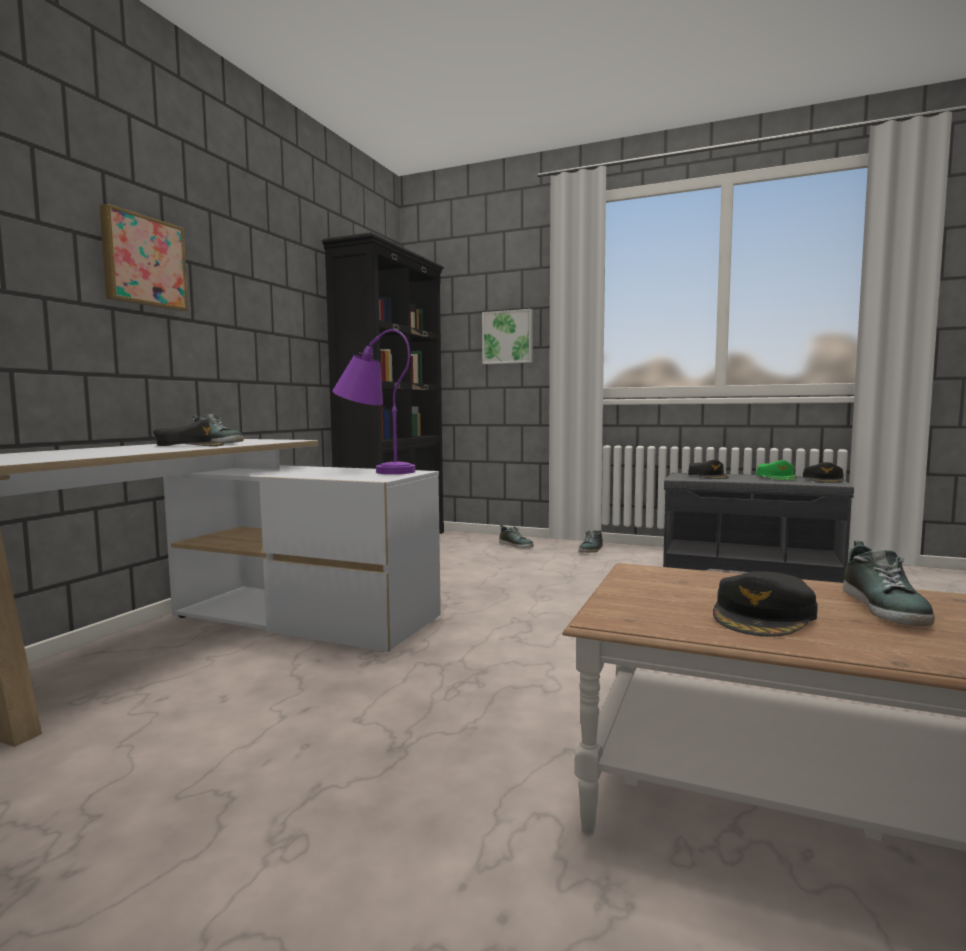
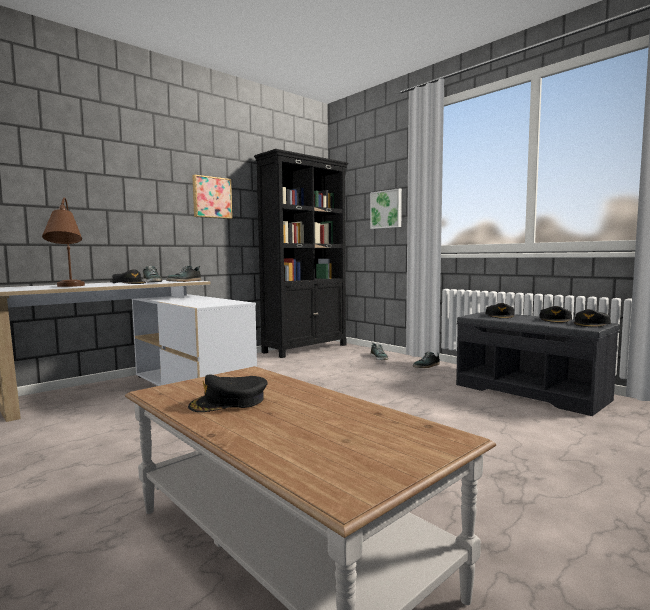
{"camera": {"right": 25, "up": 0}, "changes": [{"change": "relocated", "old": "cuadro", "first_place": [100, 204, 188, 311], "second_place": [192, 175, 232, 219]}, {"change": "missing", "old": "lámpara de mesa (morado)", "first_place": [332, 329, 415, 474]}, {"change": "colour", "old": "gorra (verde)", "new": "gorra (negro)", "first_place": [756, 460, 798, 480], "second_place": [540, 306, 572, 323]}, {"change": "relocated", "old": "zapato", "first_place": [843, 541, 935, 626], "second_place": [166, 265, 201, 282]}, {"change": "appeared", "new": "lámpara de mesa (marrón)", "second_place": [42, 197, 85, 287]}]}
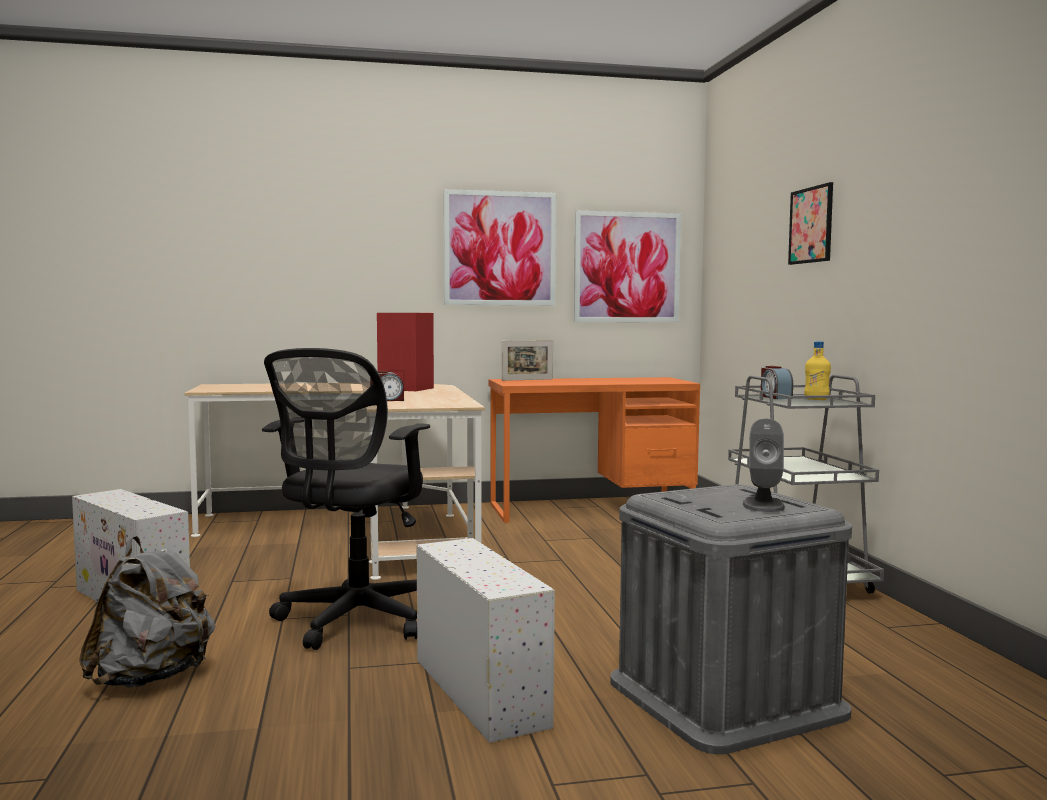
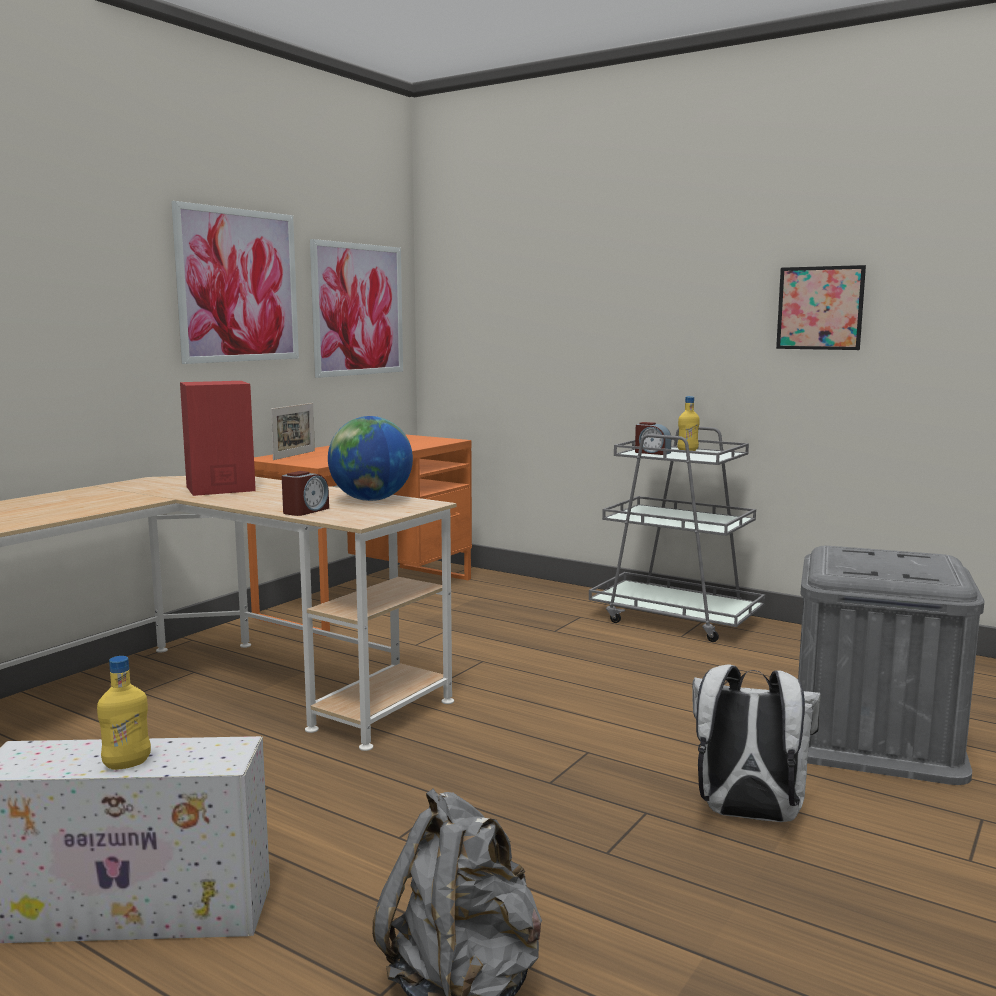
{"camera": {"right": -45, "up": 5}, "changes": [{"change": "missing", "old": "silla de oficina (negro)", "first_place": [262, 348, 430, 650]}, {"change": "exchanged", "old": "caja de almacenaje (blanco)", "new": "mochila (blanco)", "first_place": [416, 538, 555, 743], "second_place": [692, 664, 821, 822]}, {"change": "missing", "old": "altavoz (gris)", "first_place": [743, 419, 785, 512]}, {"change": "relocated", "old": "cuadro", "first_place": [788, 182, 833, 265], "second_place": [776, 265, 866, 350]}, {"change": "appeared", "new": "botella (amarillo)", "second_place": [97, 656, 151, 770]}, {"change": "appeared", "new": "globo terráqueo", "second_place": [328, 416, 413, 501]}]}
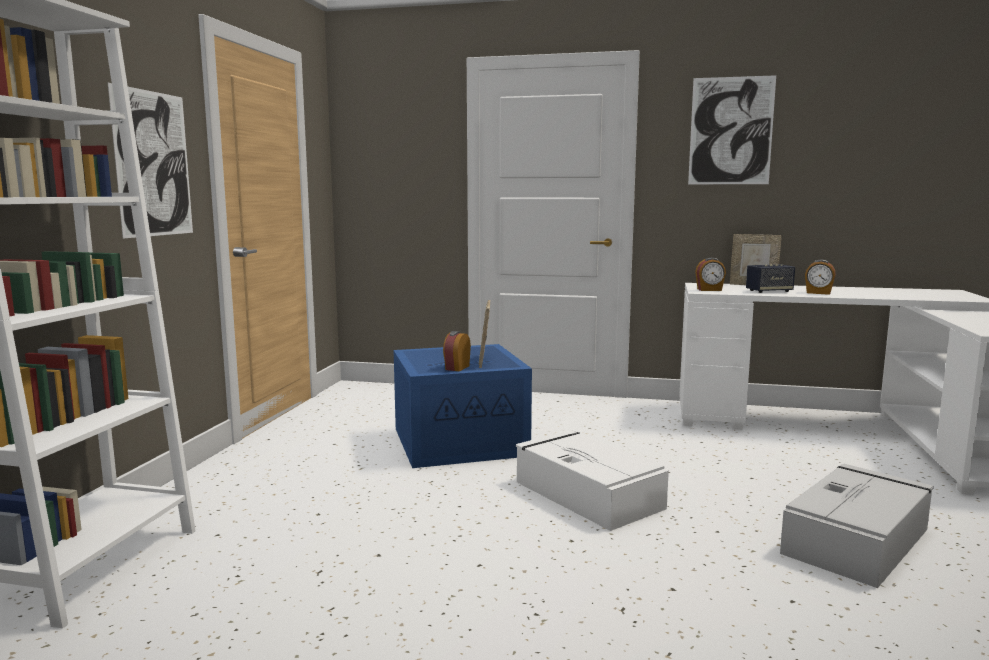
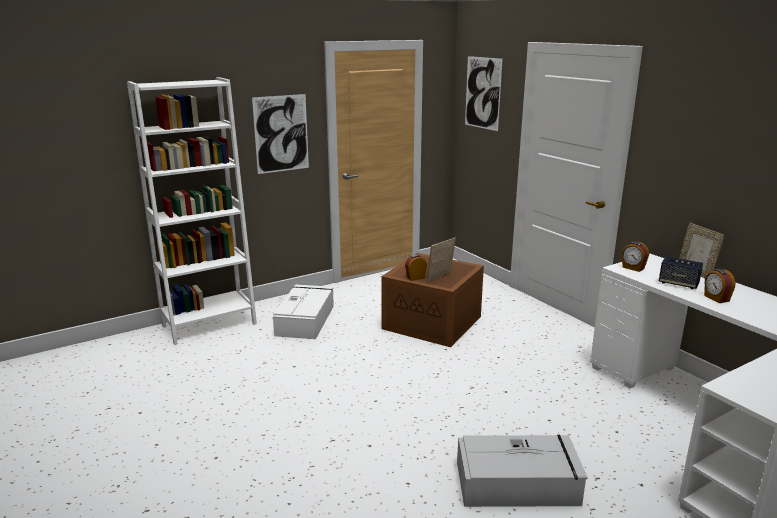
{"camera": {"right": 45, "up": 10}, "changes": [{"change": "colour", "old": "caja de almacenaje (azul)", "new": "caja de almacenaje (marrón)", "first_place": [394, 344, 532, 468], "second_place": [381, 253, 484, 347]}, {"change": "relocated", "old": "caja de almacenaje (blanco)", "first_place": [516, 430, 669, 531], "second_place": [273, 285, 334, 339]}, {"change": "relocated", "old": "cuadro", "first_place": [688, 75, 776, 184], "second_place": [465, 56, 503, 131]}]}
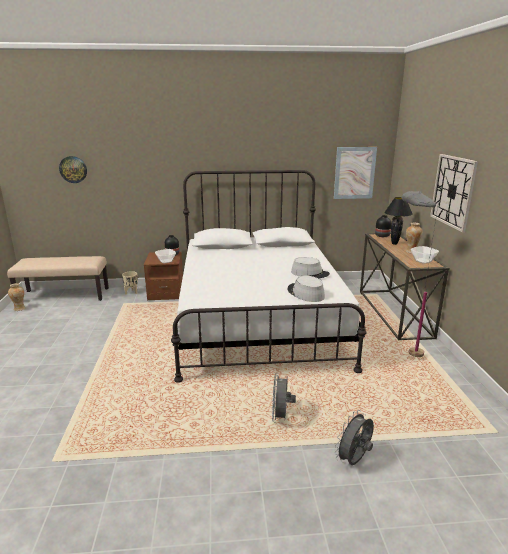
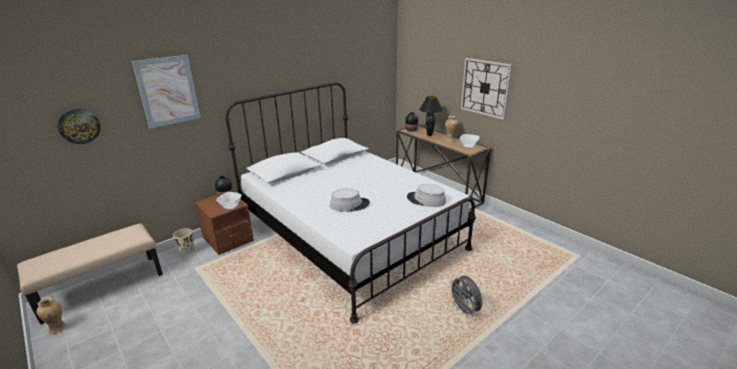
{"camera": {"right": -35, "up": 5}, "changes": [{"change": "relocated", "old": "sombrero (gris)", "first_place": [291, 257, 330, 279], "second_place": [330, 188, 370, 212]}, {"change": "relocated", "old": "cuadro", "first_place": [334, 147, 377, 199], "second_place": [132, 55, 201, 128]}, {"change": "missing", "old": "ventilador (gris)", "first_place": [334, 410, 374, 465]}, {"change": "missing", "old": "lámpara de pie (gris)", "first_place": [402, 191, 439, 357]}]}
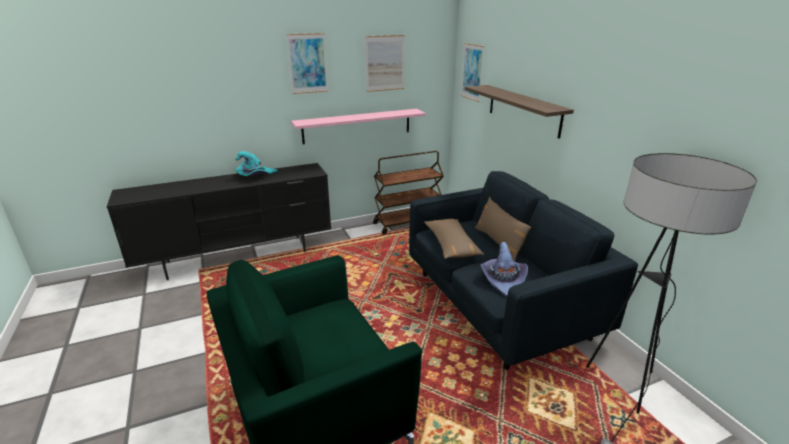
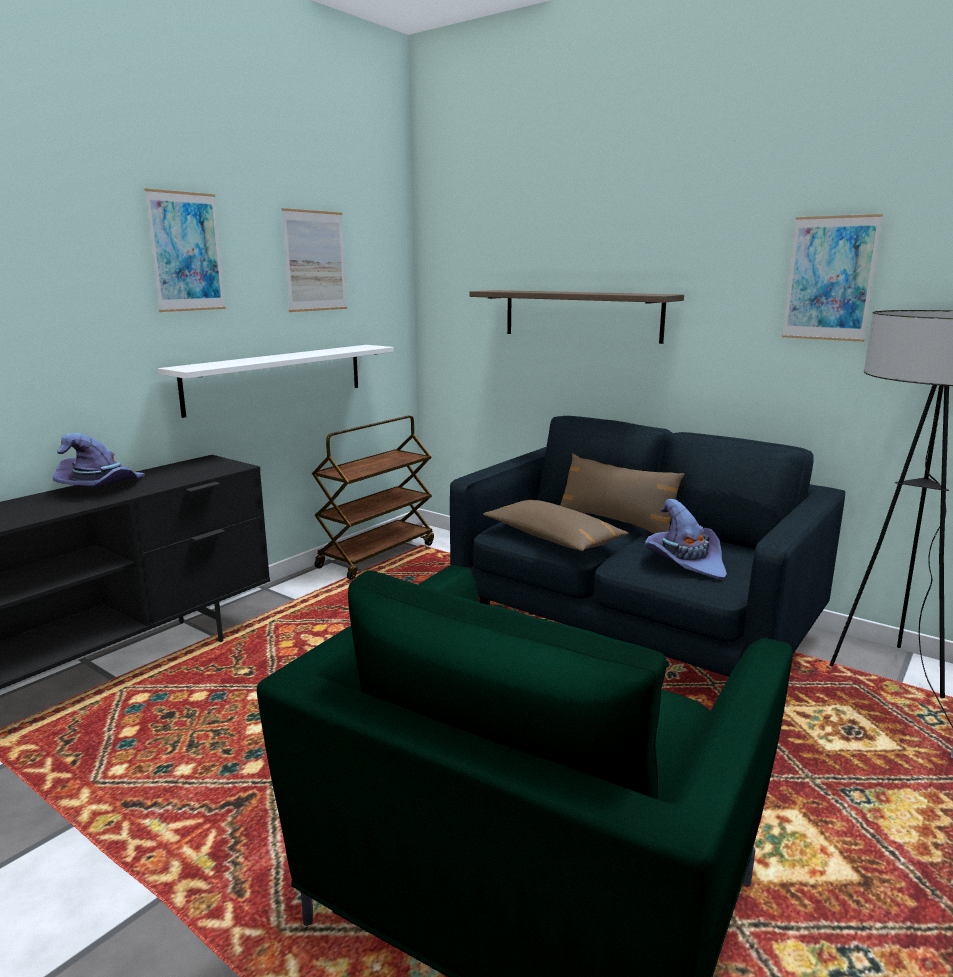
{"camera": {"right": -30, "up": -10}, "changes": [{"change": "colour", "old": "sombrero (turquesa)", "new": "sombrero (morado)", "first_place": [235, 151, 278, 176], "second_place": [52, 433, 145, 486]}, {"change": "colour", "old": "estante (rosa)", "new": "estante (blanco)", "first_place": [291, 109, 426, 144], "second_place": [158, 345, 394, 418]}, {"change": "relocated", "old": "cuadro", "first_place": [461, 43, 484, 102], "second_place": [782, 214, 883, 342]}]}
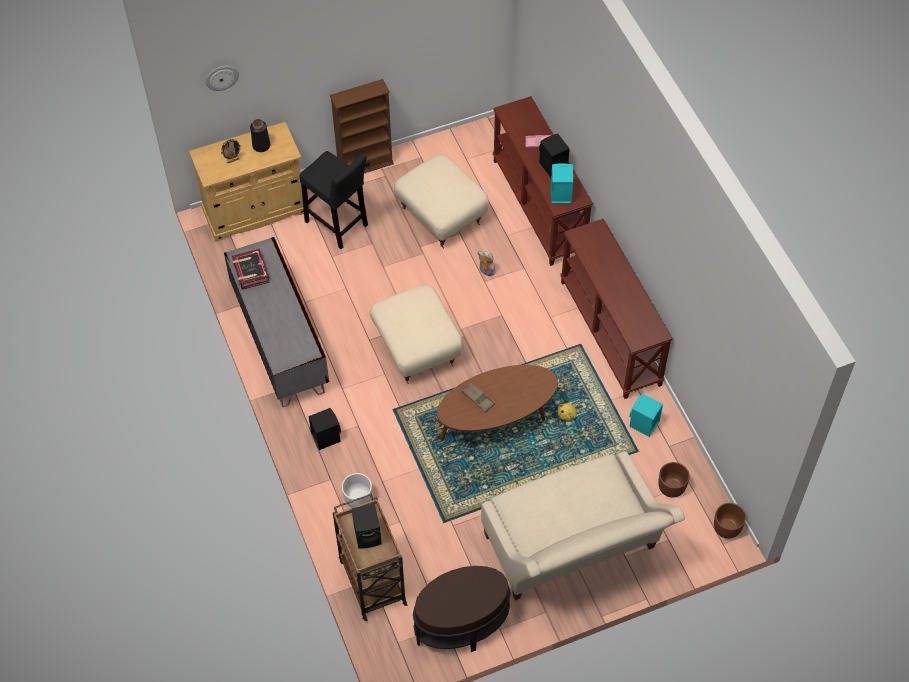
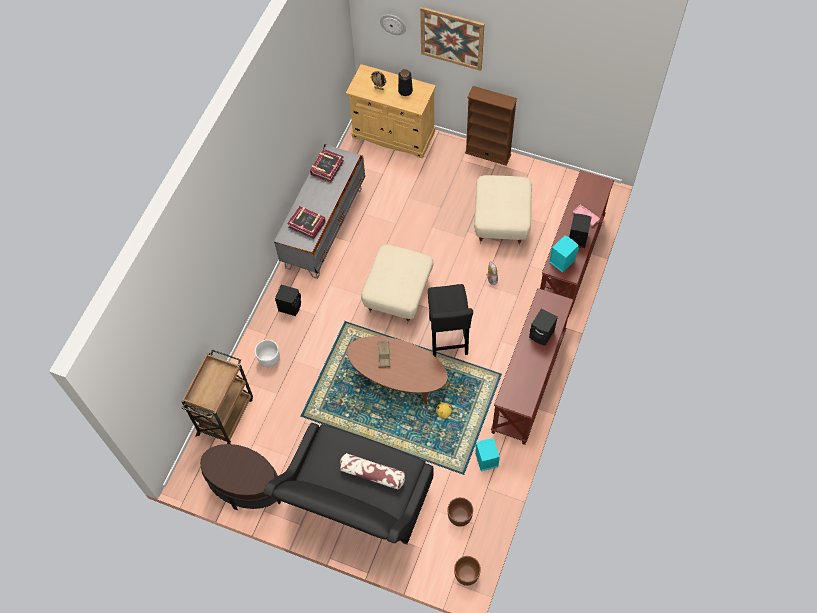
{"camera": {"right": 45, "up": 5}, "changes": [{"change": "relocated", "old": "taburete (negro)", "first_place": [299, 151, 368, 249], "second_place": [428, 284, 473, 357]}, {"change": "relocated", "old": "altavoz (negro)", "first_place": [352, 504, 381, 549], "second_place": [529, 308, 558, 346]}, {"change": "colour", "old": "sofá (beis)", "new": "sofá (negro)", "first_place": [481, 451, 685, 600], "second_place": [263, 423, 434, 545]}, {"change": "appeared", "new": "libro", "second_place": [287, 206, 326, 239]}, {"change": "appeared", "new": "cojín", "second_place": [339, 453, 405, 490]}, {"change": "appeared", "new": "cuadro", "second_place": [420, 7, 485, 71]}]}
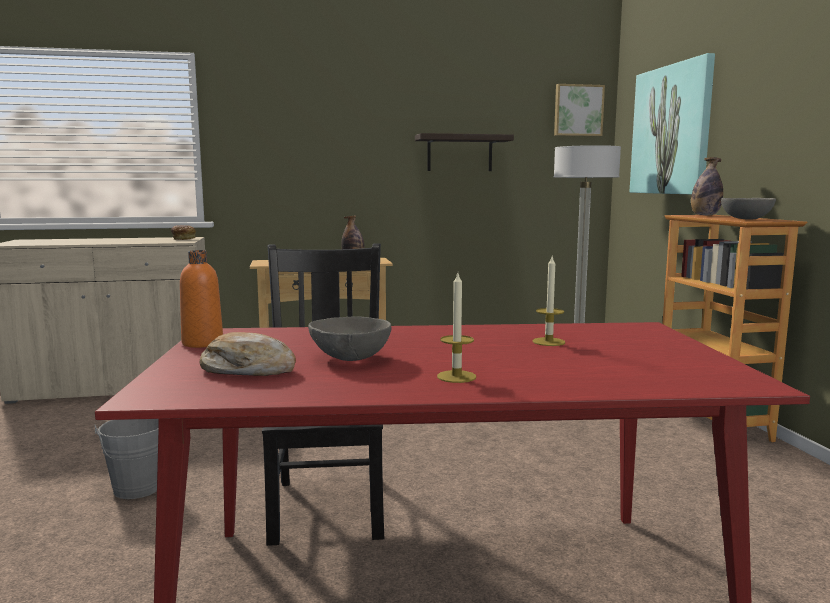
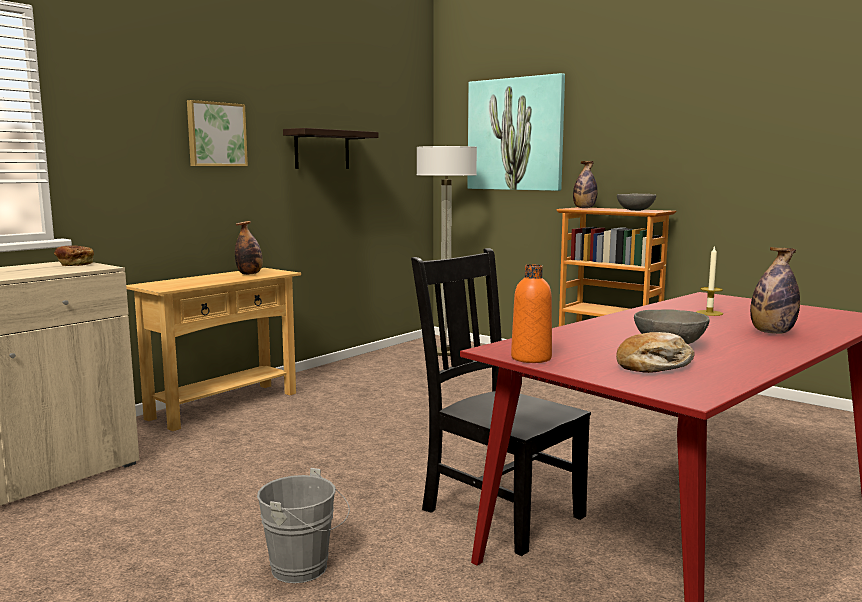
{"camera": {"right": -40, "up": 0}, "changes": [{"change": "missing", "old": "vela", "first_place": [437, 273, 476, 383]}, {"change": "relocated", "old": "cuadro", "first_place": [554, 84, 605, 136], "second_place": [187, 100, 248, 166]}, {"change": "appeared", "new": "botella", "second_place": [750, 247, 800, 334]}]}
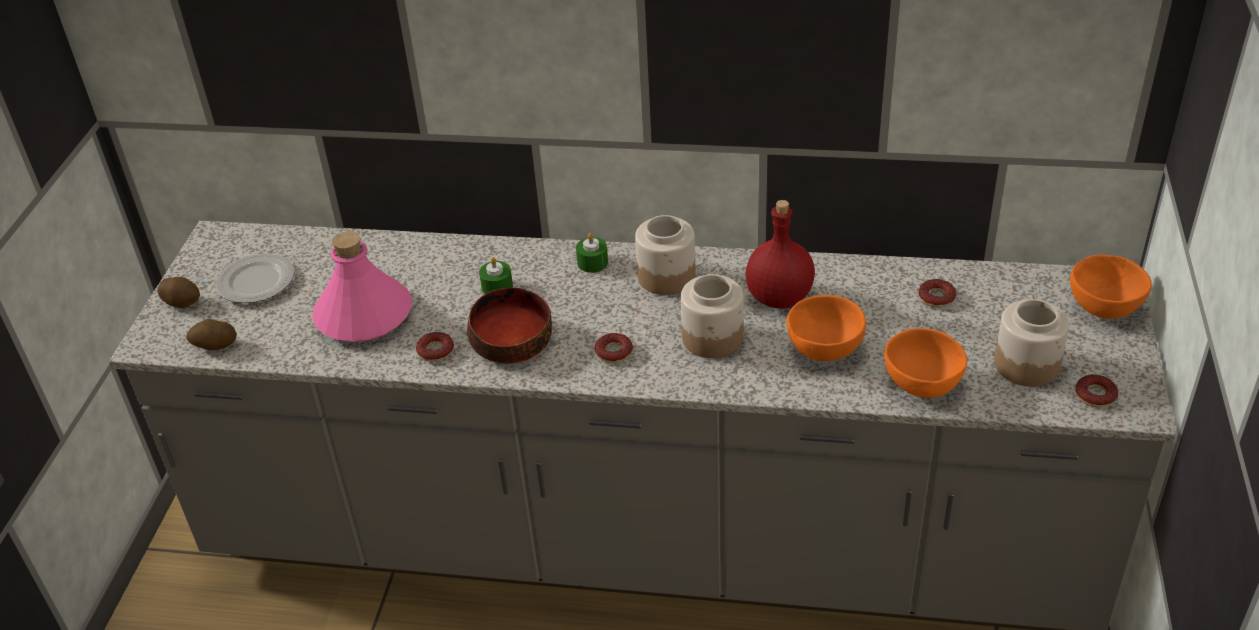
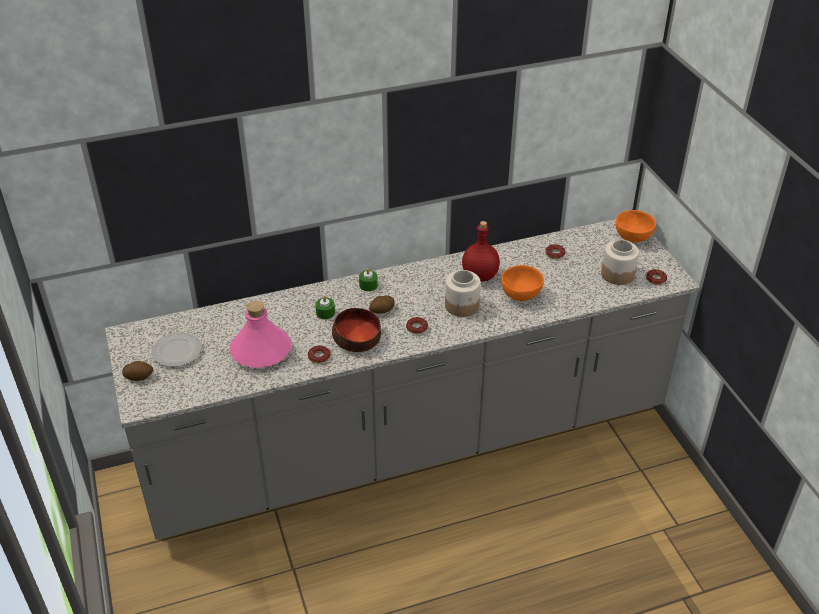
{"camera": {"right": -30, "up": 0}, "changes": [{"change": "relocated", "old": "patata", "first_place": [186, 319, 237, 350], "second_place": [369, 295, 395, 313]}, {"change": "missing", "old": "tarro", "first_place": [635, 215, 696, 295]}, {"change": "missing", "old": "cuenco (naranja)", "first_place": [884, 328, 967, 398]}]}
